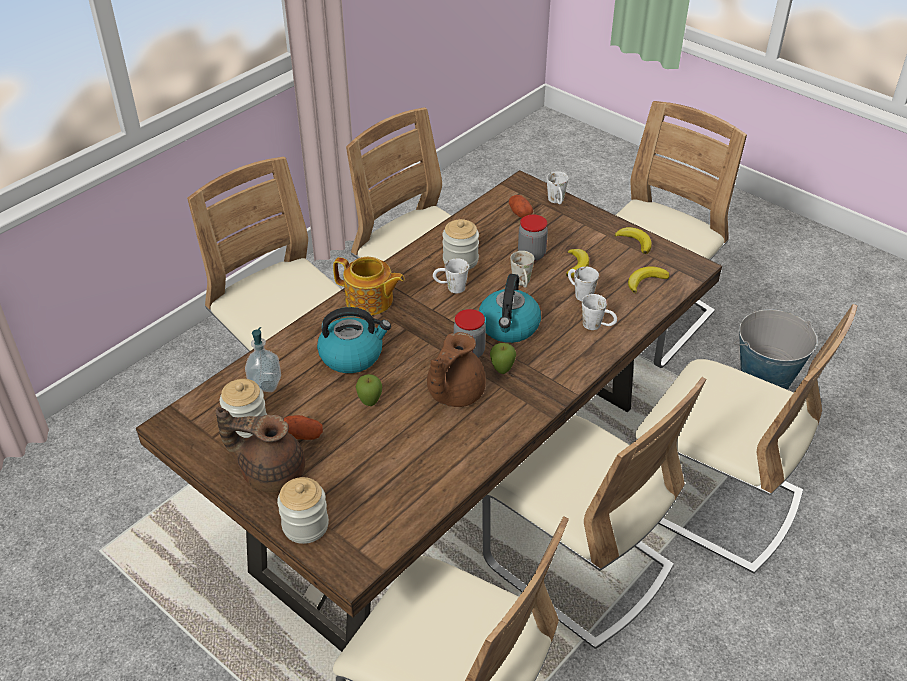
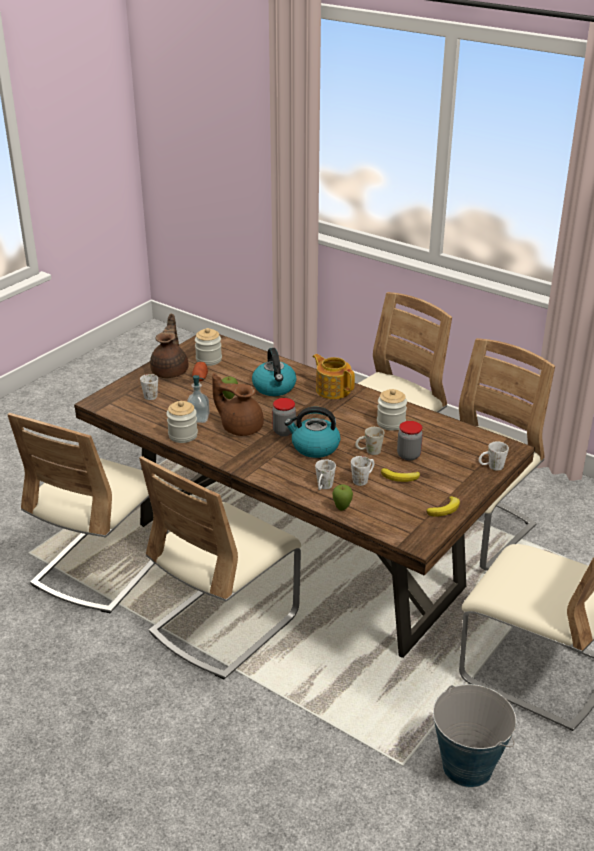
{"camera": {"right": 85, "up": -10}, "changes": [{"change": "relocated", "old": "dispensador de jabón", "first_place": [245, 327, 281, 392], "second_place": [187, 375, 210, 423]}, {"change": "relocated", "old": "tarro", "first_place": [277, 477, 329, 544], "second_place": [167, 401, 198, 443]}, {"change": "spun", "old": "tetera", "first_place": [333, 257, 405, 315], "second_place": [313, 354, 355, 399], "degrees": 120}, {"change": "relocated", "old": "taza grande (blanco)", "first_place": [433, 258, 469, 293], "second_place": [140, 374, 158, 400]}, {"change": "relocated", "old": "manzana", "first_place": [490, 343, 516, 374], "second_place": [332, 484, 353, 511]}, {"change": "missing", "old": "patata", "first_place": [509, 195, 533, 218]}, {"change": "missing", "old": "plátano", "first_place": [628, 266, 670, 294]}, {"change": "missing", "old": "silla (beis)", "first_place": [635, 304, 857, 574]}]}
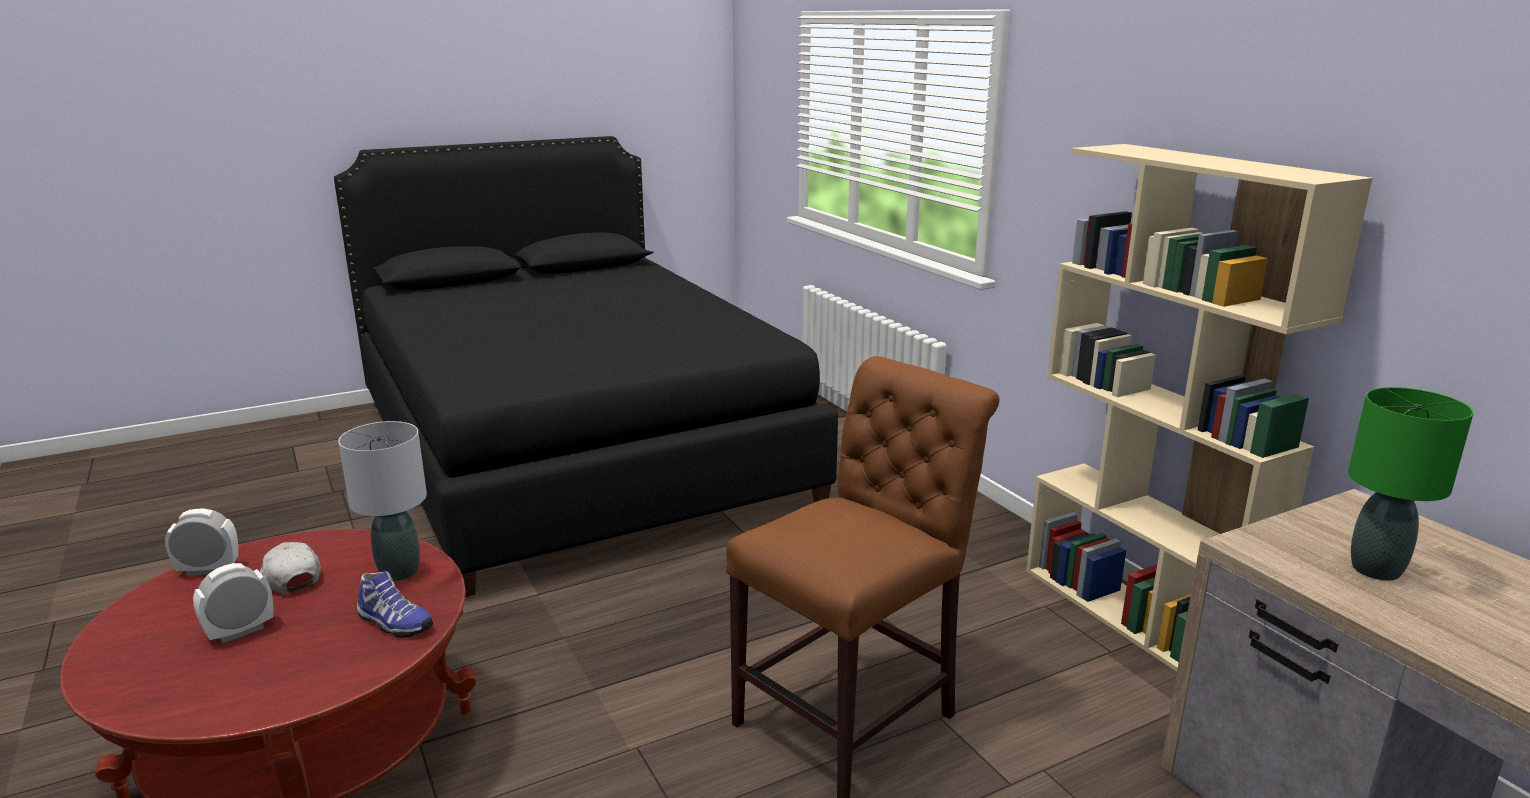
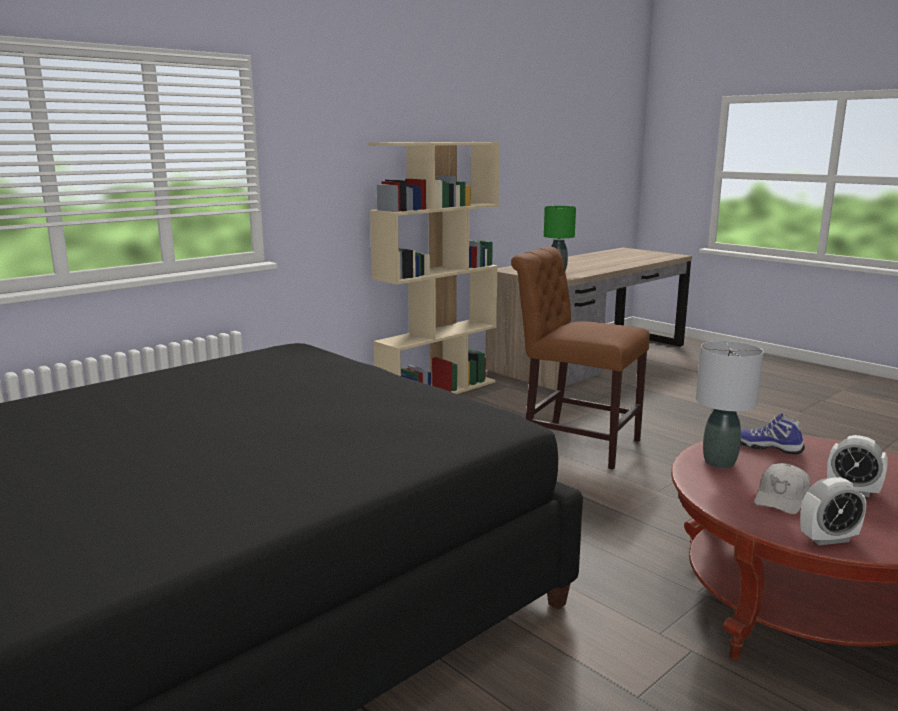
{"camera": {"right": -105, "up": -5}, "changes": [{"change": "spun", "old": "despertador", "first_place": [165, 509, 238, 576], "second_place": [800, 477, 866, 545], "degrees": -75}, {"change": "spun", "old": "zapato", "first_place": [357, 571, 433, 638], "second_place": [741, 413, 805, 454], "degrees": -75}]}
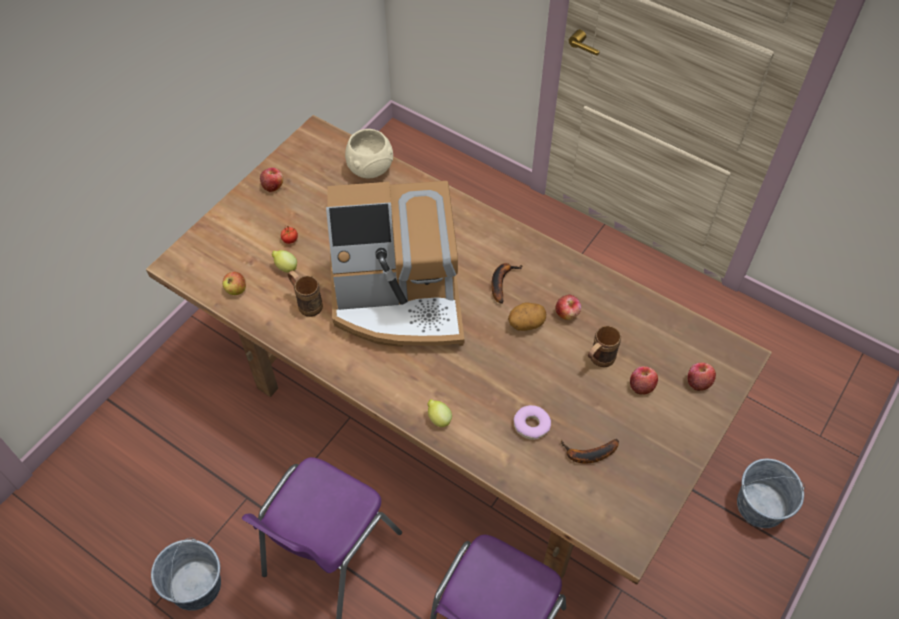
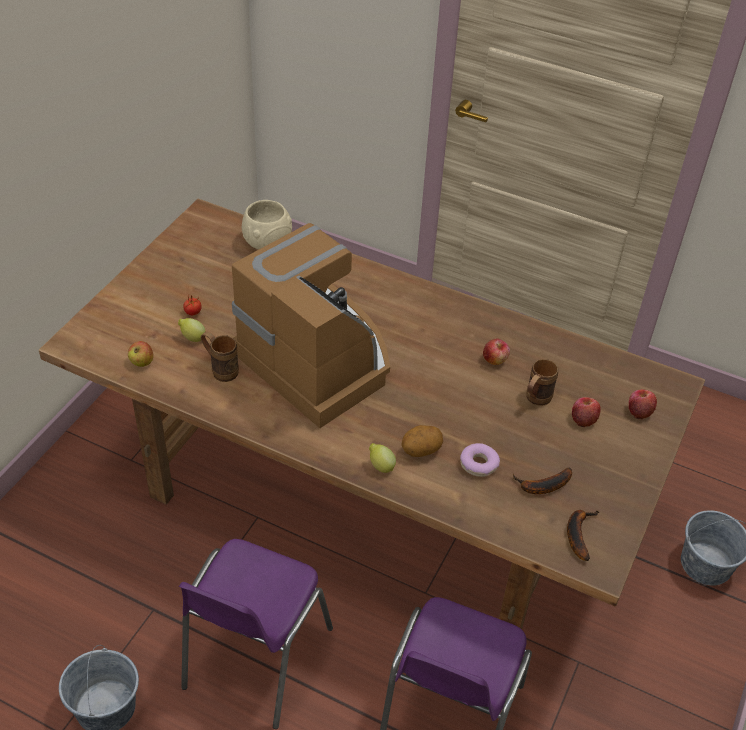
{"camera": {"right": -10, "up": -10}, "changes": [{"change": "missing", "old": "manzana", "first_place": [260, 168, 283, 192]}, {"change": "spun", "old": "cafetera", "first_place": [326, 181, 464, 347], "second_place": [232, 223, 390, 428], "degrees": -120}, {"change": "relocated", "old": "plátano", "first_place": [491, 263, 523, 304], "second_place": [567, 510, 599, 561]}, {"change": "relocated", "old": "patata", "first_place": [508, 302, 546, 331], "second_place": [401, 425, 443, 457]}]}
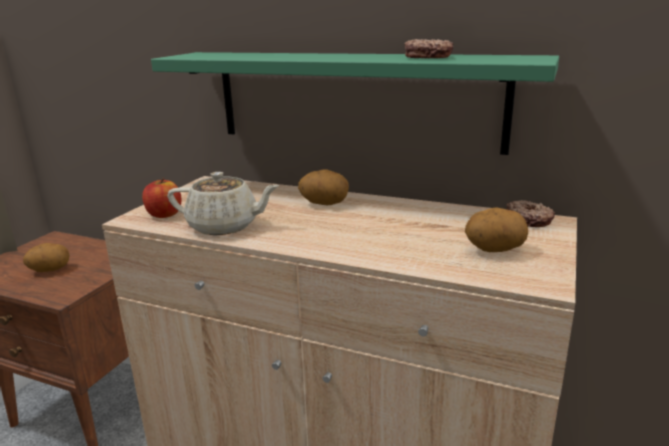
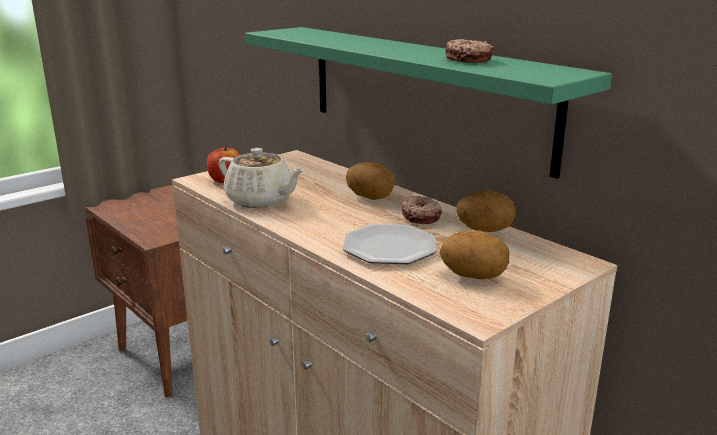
{"camera": {"right": 25, "up": 0}, "changes": [{"change": "relocated", "old": "patata", "first_place": [23, 243, 70, 272], "second_place": [456, 190, 516, 232]}, {"change": "relocated", "old": "rosquilla", "first_place": [506, 200, 555, 227], "second_place": [402, 196, 442, 224]}, {"change": "appeared", "new": "plato", "second_place": [343, 224, 437, 264]}]}
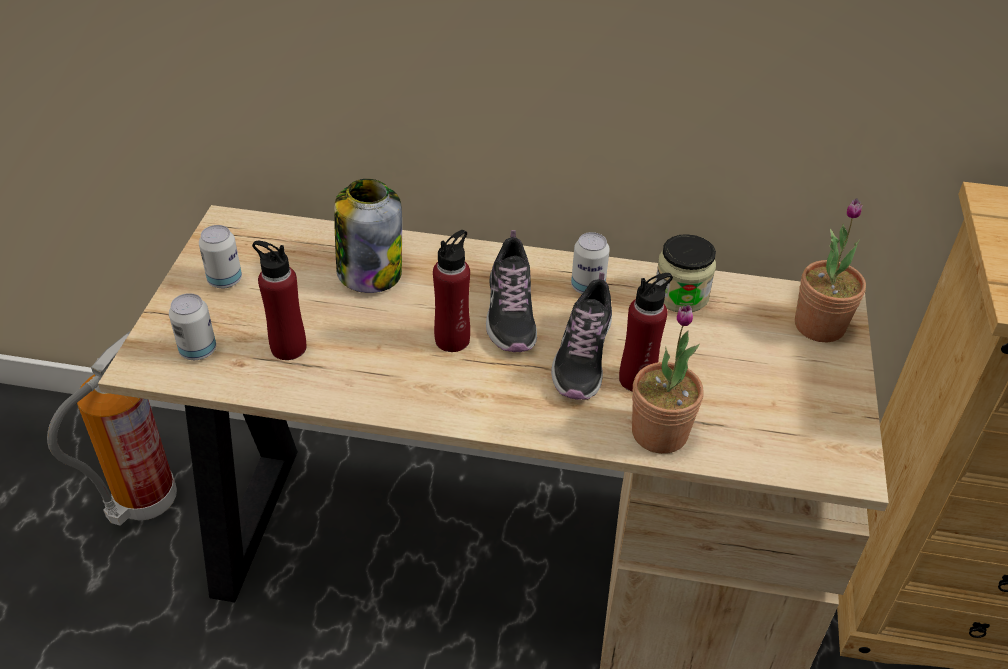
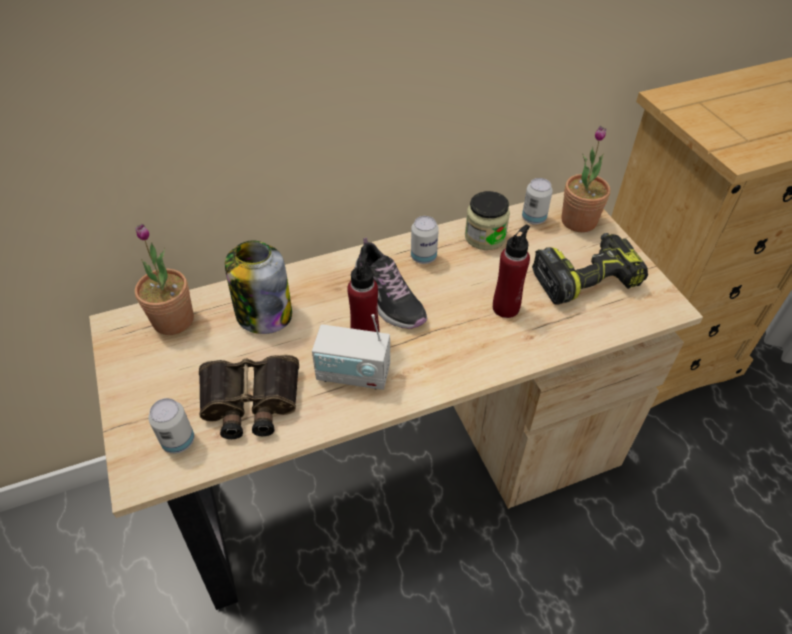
{"camera": {"right": -30, "up": 5}, "changes": [{"change": "missing", "old": "extintor", "first_place": [47, 332, 177, 526]}, {"change": "relocated", "old": "lata", "first_place": [199, 225, 242, 289], "second_place": [522, 178, 553, 225]}, {"change": "exchanged", "old": "botella (rojo)", "new": "prismáticos", "first_place": [252, 241, 306, 360], "second_place": [199, 355, 299, 439]}, {"change": "missing", "old": "zapato", "first_place": [551, 272, 612, 400]}, {"change": "relocated", "old": "planta en maceta", "first_place": [632, 305, 704, 454], "second_place": [135, 224, 194, 335]}, {"change": "appeared", "new": "radio", "second_place": [312, 314, 390, 390]}, {"change": "appeared", "new": "taladro", "second_place": [532, 233, 648, 305]}]}
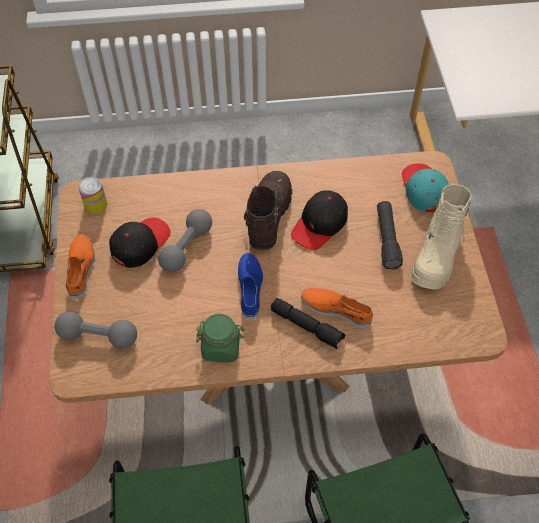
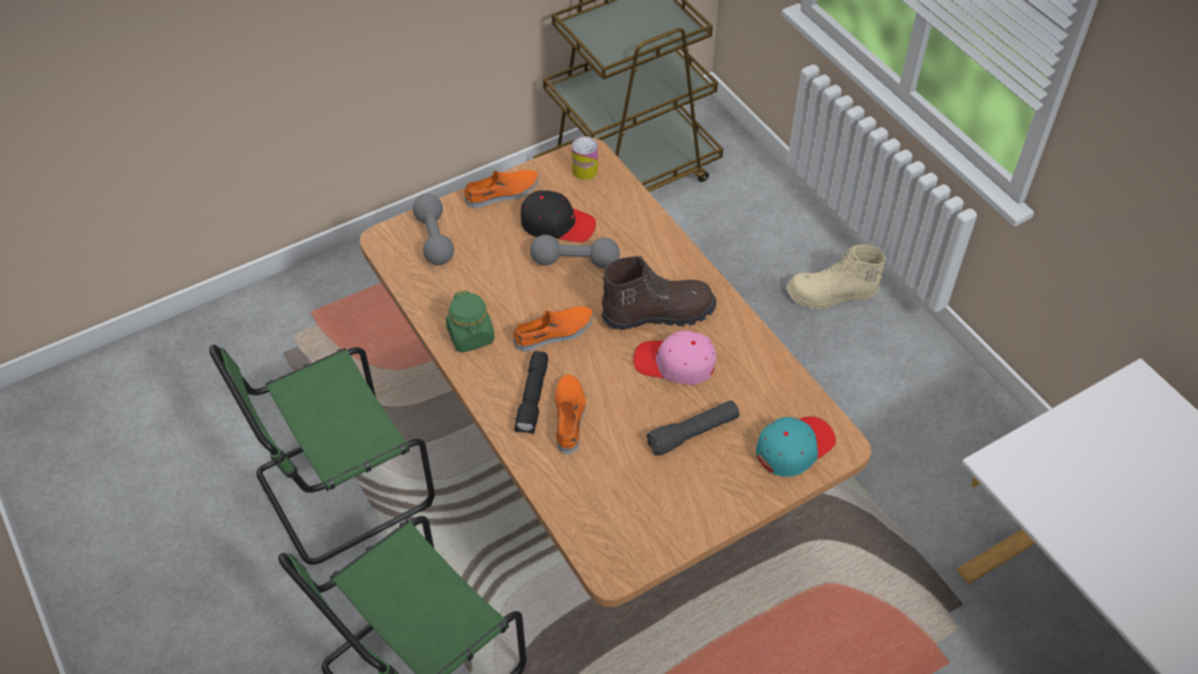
{"camera": {"right": 65, "up": -5}, "changes": [{"change": "colour", "old": "zapato (azul)", "new": "zapato (naranja)", "first_place": [238, 253, 263, 320], "second_place": [513, 306, 593, 352]}, {"change": "colour", "old": "gorra (negro)", "new": "gorra (rosa)", "first_place": [291, 190, 348, 250], "second_place": [633, 331, 716, 385]}, {"change": "relocated", "old": "bota (beis)", "first_place": [411, 184, 472, 289], "second_place": [787, 245, 886, 310]}]}
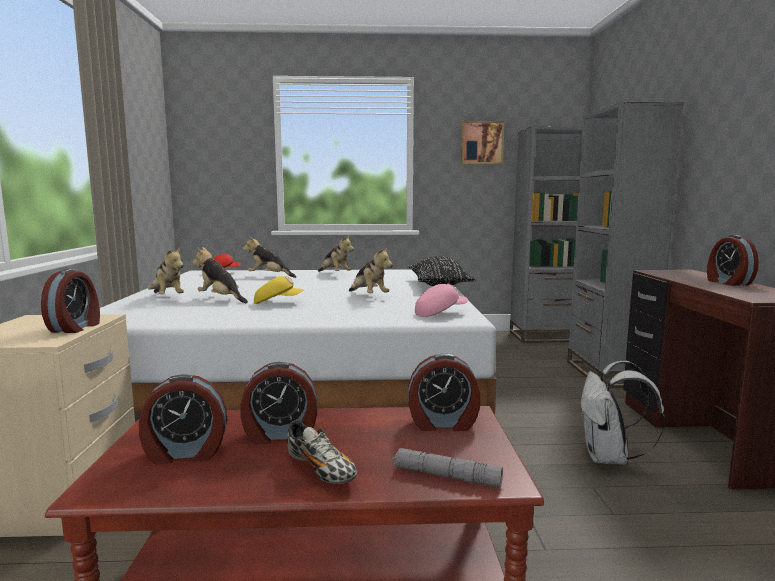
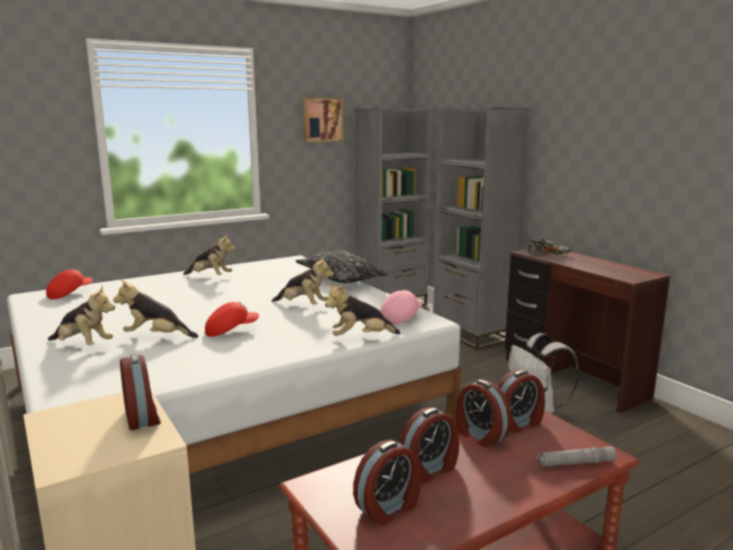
{"camera": {"right": -30, "up": 5}, "changes": [{"change": "relocated", "old": "peluche", "first_place": [243, 236, 296, 278], "second_place": [325, 283, 400, 336]}, {"change": "colour", "old": "gorra (amarillo)", "new": "gorra (rojo)", "first_place": [254, 276, 304, 304], "second_place": [205, 302, 259, 337]}, {"change": "relocated", "old": "zapato", "first_place": [287, 420, 357, 484], "second_place": [527, 238, 571, 255]}, {"change": "relocated", "old": "despertador", "first_place": [707, 235, 759, 286], "second_place": [455, 380, 512, 447]}]}
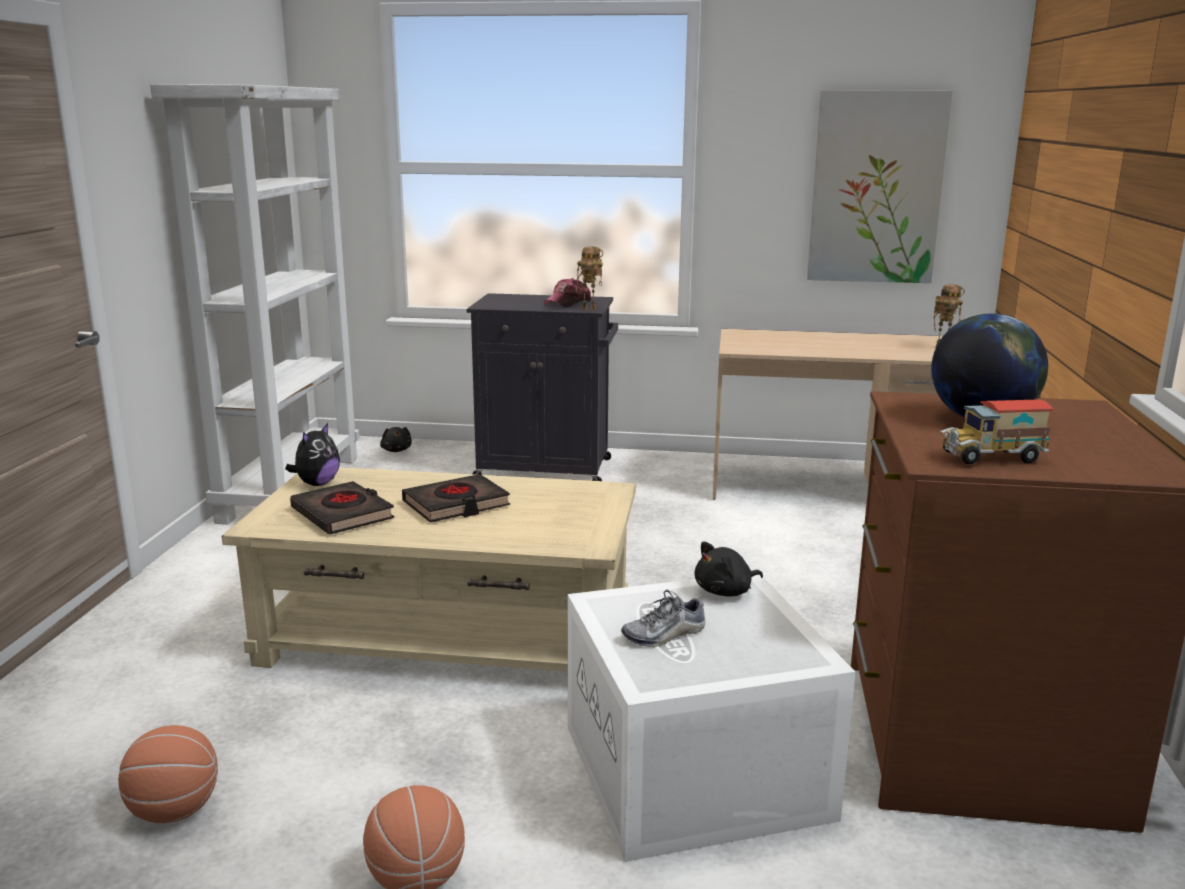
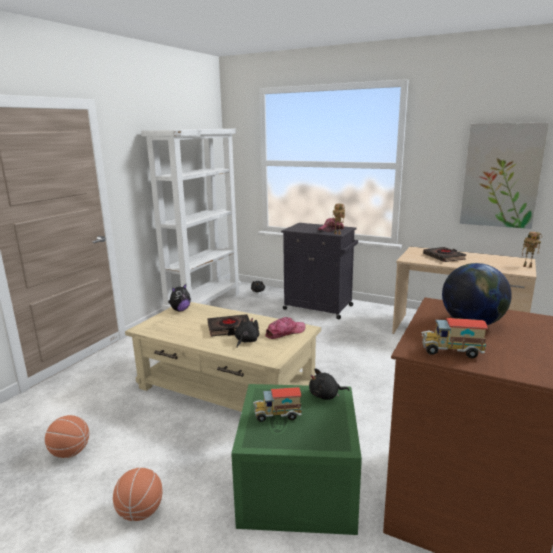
{"camera": {"right": 20, "up": 0}, "changes": [{"change": "relocated", "old": "libro (negro)", "first_place": [290, 481, 394, 535], "second_place": [423, 247, 467, 262]}, {"change": "colour", "old": "caja de almacenaje (blanco)", "new": "caja de almacenaje (verde)", "first_place": [568, 575, 855, 862], "second_place": [231, 384, 362, 535]}, {"change": "exchanged", "old": "zapato", "new": "camión de juguete", "first_place": [621, 590, 706, 647], "second_place": [253, 387, 302, 422]}, {"change": "appeared", "new": "peluche (negro)", "second_place": [234, 318, 260, 347]}, {"change": "appeared", "new": "gorra", "second_place": [265, 317, 306, 339]}]}
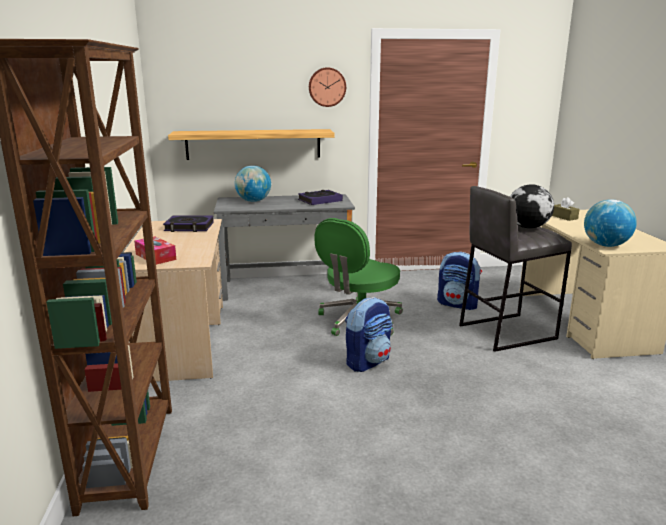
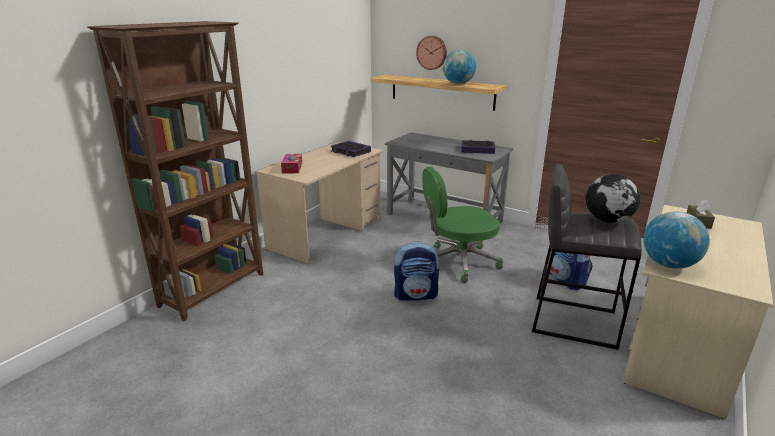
{"camera": {"right": 40, "up": 5}, "changes": [{"change": "relocated", "old": "globo terráqueo", "first_place": [235, 165, 271, 202], "second_place": [443, 50, 476, 84]}, {"change": "relocated", "old": "reloj de pared", "first_place": [309, 68, 346, 107], "second_place": [416, 36, 447, 70]}]}
